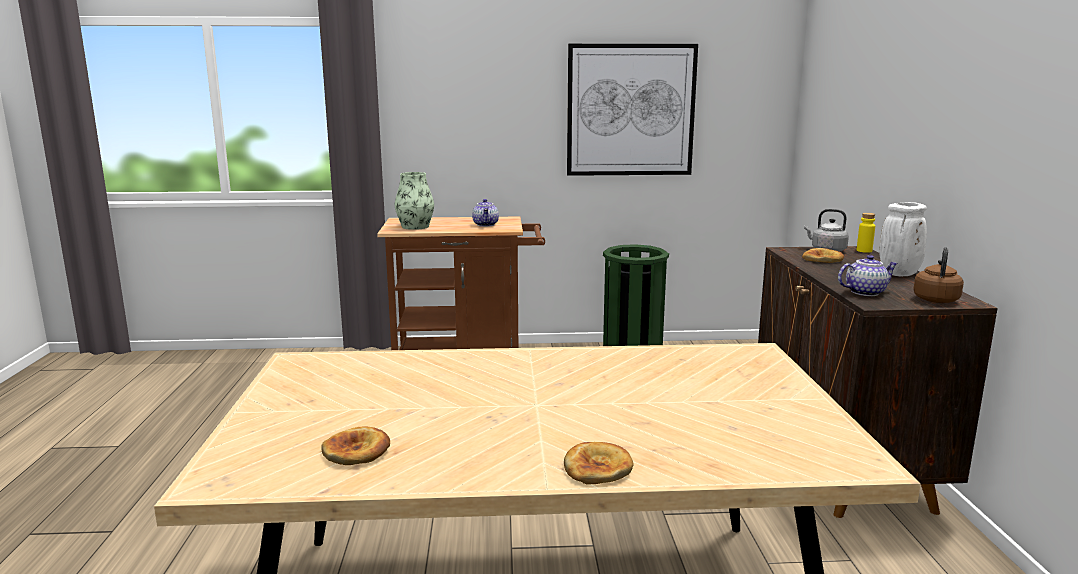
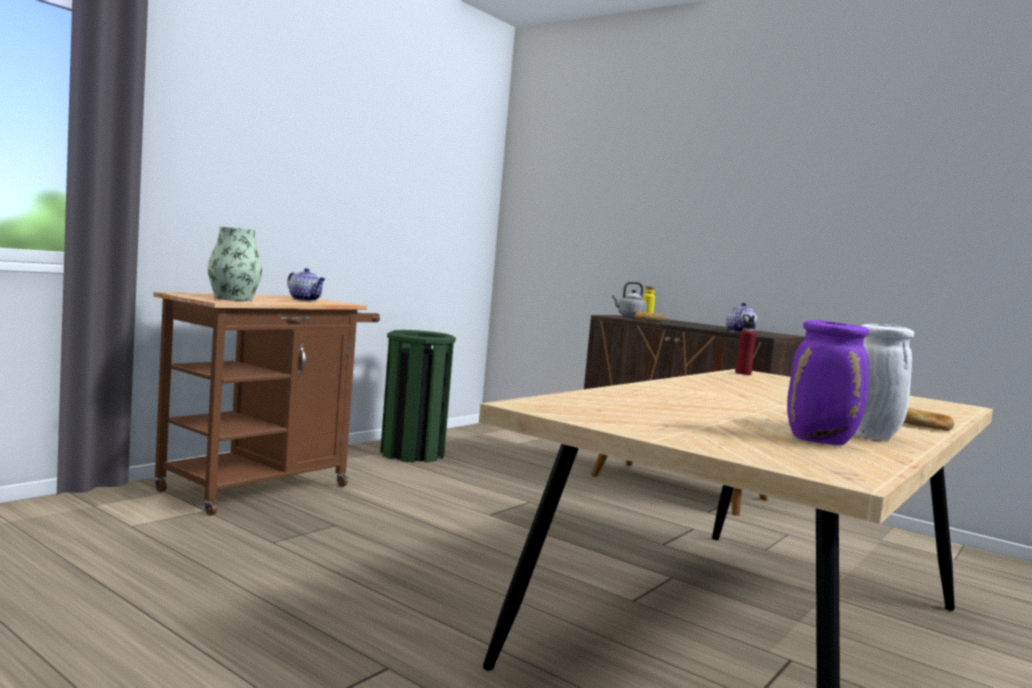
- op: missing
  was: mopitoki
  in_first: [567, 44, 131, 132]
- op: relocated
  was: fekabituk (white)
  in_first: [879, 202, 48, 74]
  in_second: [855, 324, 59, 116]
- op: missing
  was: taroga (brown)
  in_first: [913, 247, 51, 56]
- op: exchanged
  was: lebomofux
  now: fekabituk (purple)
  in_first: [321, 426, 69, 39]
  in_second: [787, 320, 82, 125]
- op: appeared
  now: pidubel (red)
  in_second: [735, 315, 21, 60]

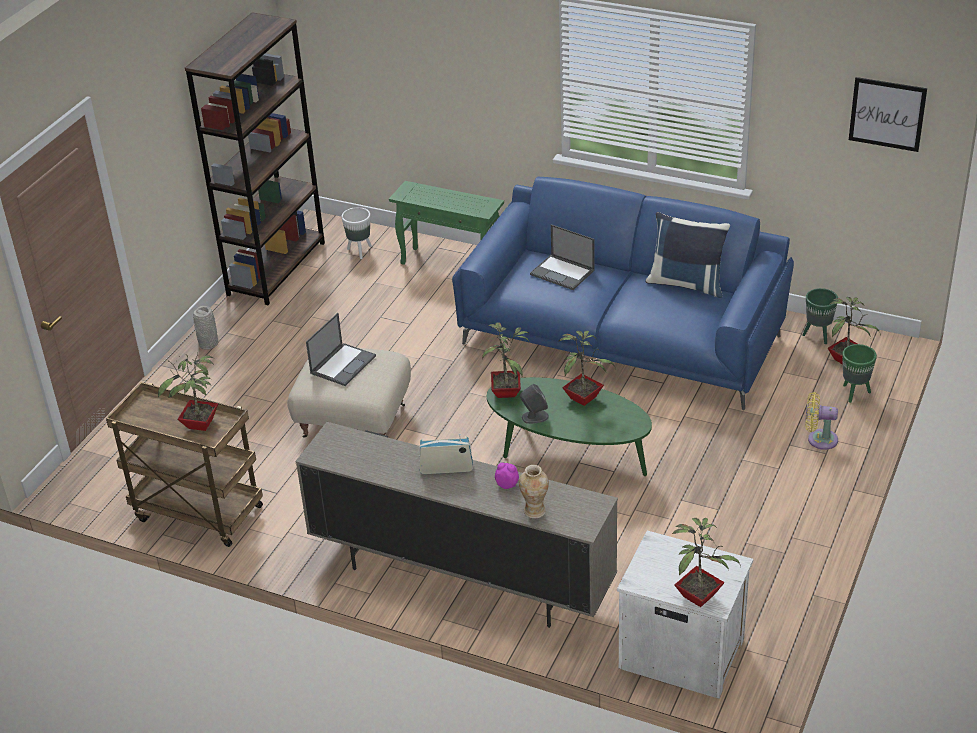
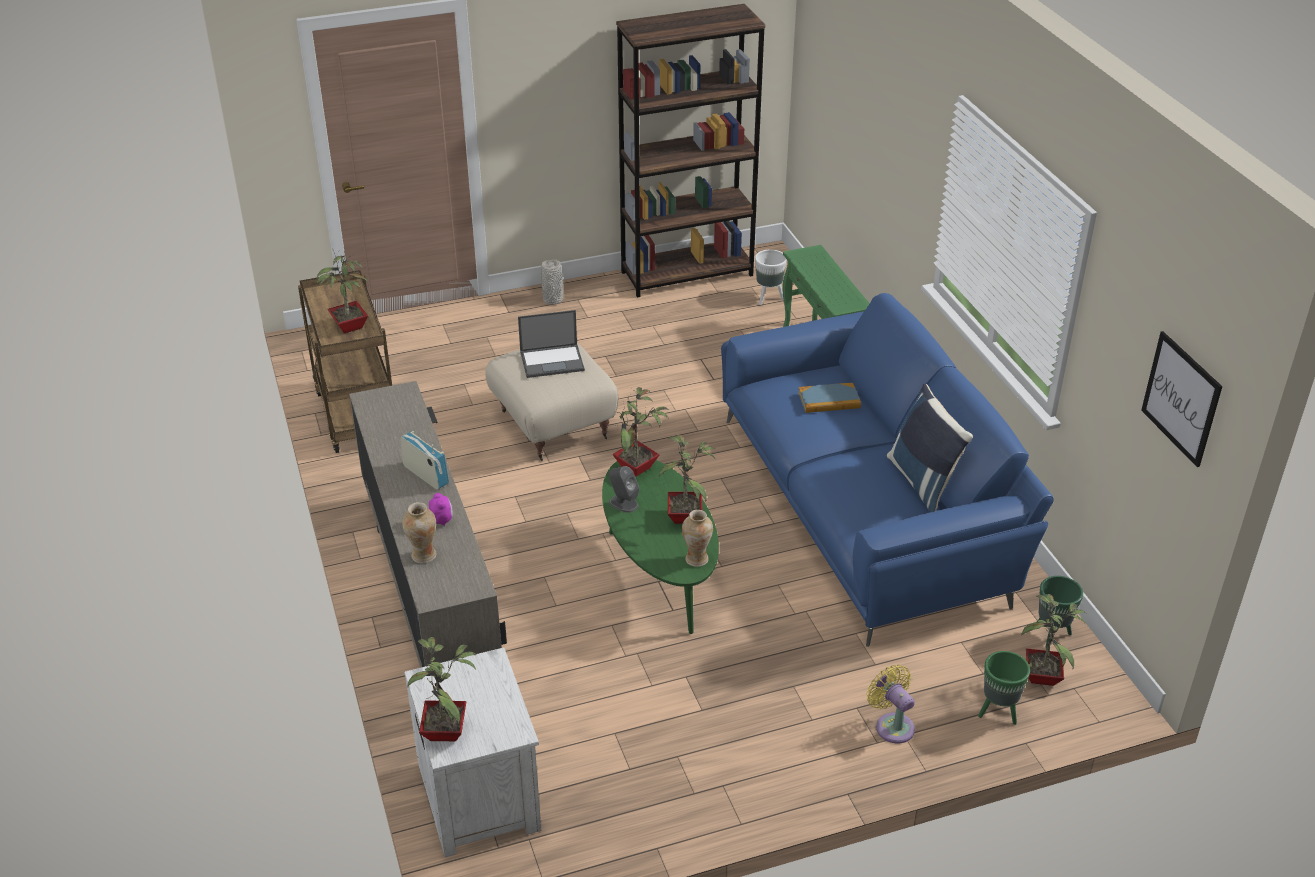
- op: exchanged
  was: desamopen
  now: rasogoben
  in_first: [530, 224, 65, 66]
  in_second: [798, 383, 63, 30]
- op: appeared
  now: fekabituk
  in_second: [682, 510, 31, 57]

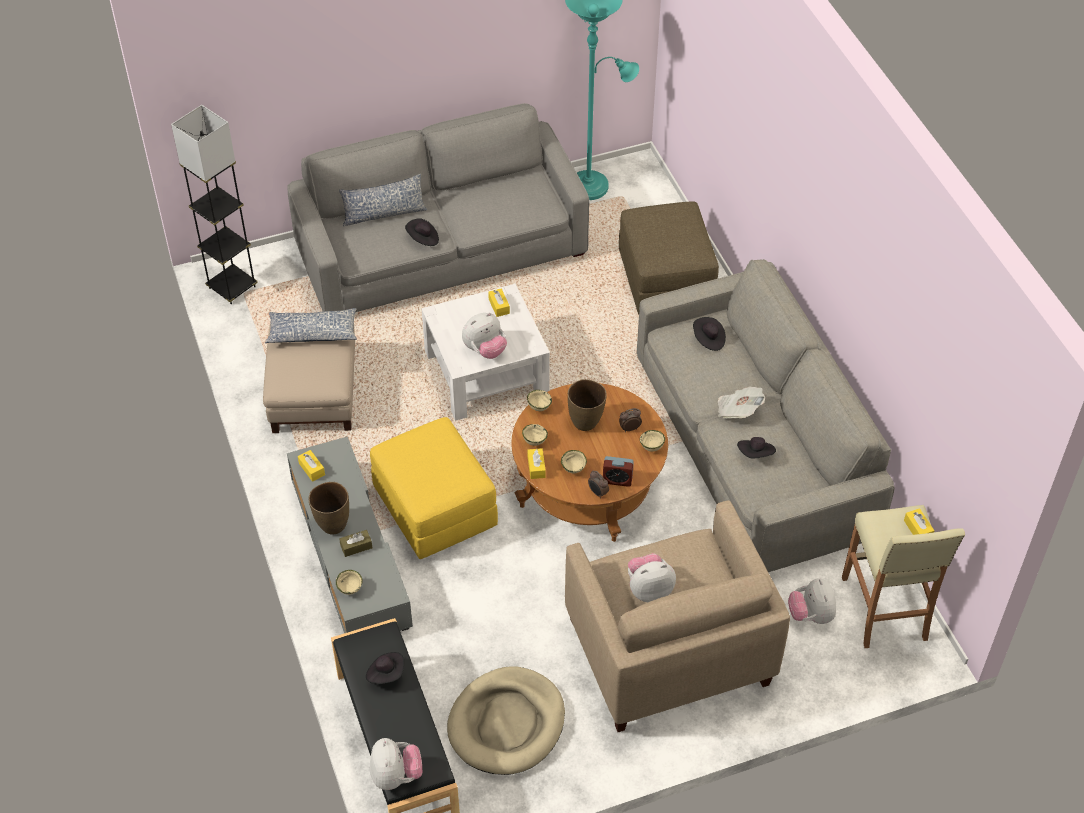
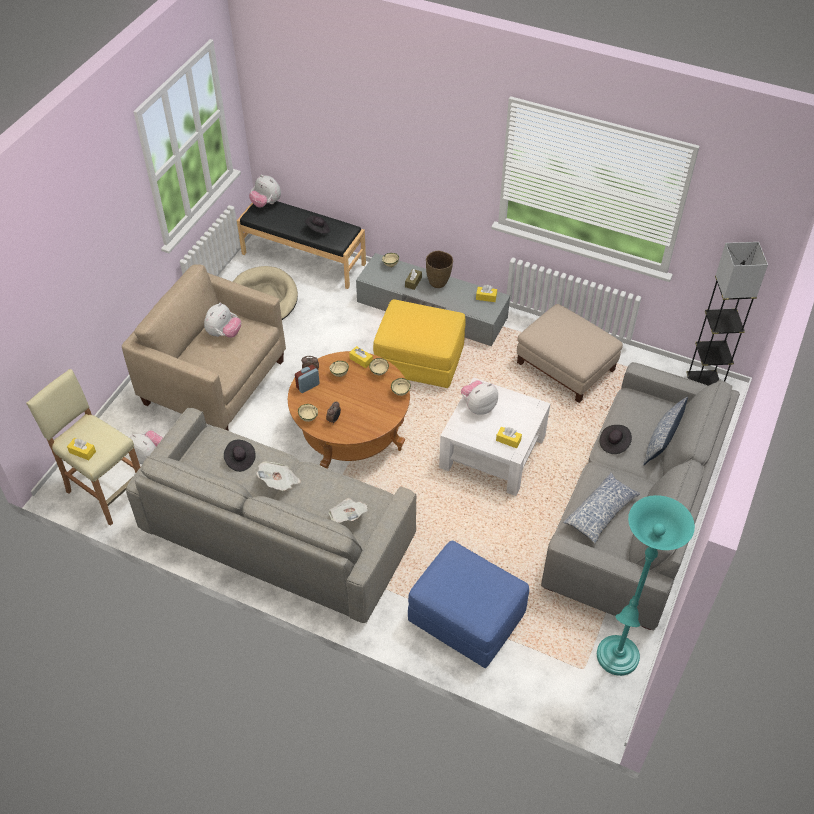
- op: colour
  was: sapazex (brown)
  now: sapazex (blue)
  in_first: [619, 201, 100, 113]
  in_second: [408, 541, 121, 127]
- op: relocated
  was: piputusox
  in_first: [265, 308, 92, 35]
  in_second: [563, 472, 77, 72]
- op: spun
  was: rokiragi
  in_first: [462, 312, 45, 47]
  in_second: [461, 380, 37, 35]
  clockwise: 45
- op: exchanged
  was: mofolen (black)
  now: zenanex
  in_first: [693, 317, 33, 34]
  in_second: [329, 498, 39, 25]
- op: missing
  was: fekabituk (brown)
  in_first: [568, 379, 39, 52]

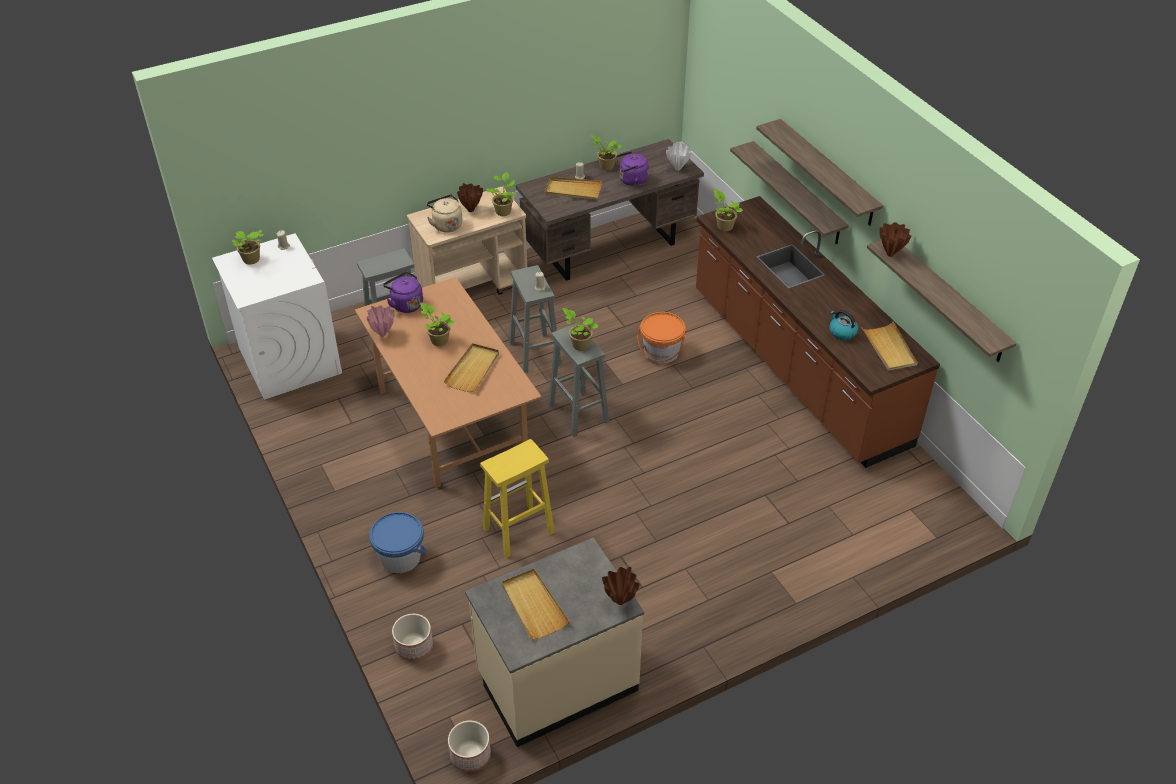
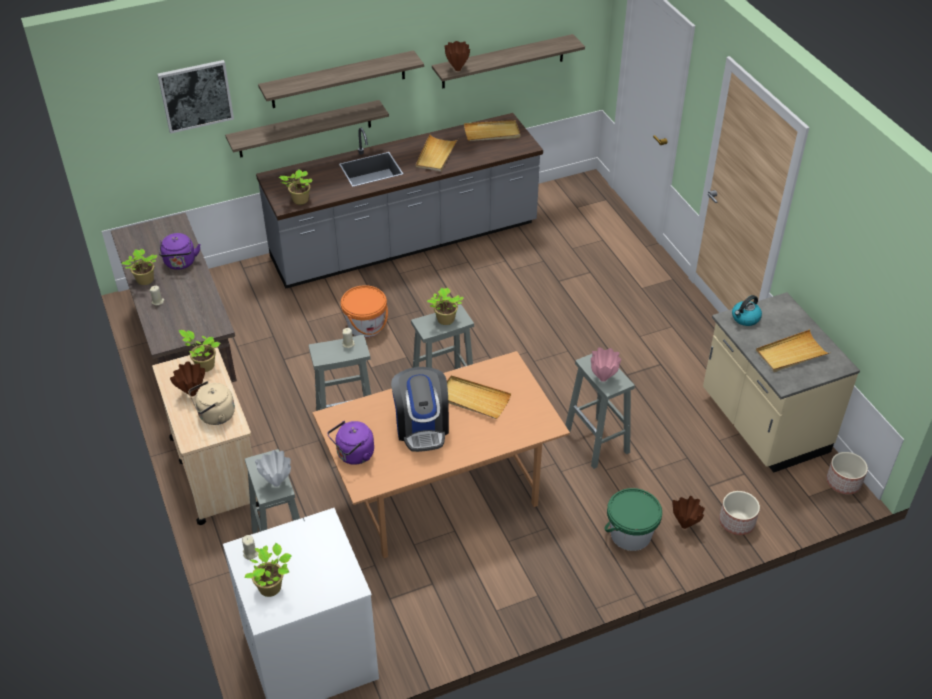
- op: relocated
  was: fekabituk (white)
  in_first: [666, 142, 26, 29]
  in_second: [255, 450, 36, 37]
- op: relocated
  was: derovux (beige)
  in_first: [545, 177, 57, 22]
  in_second: [416, 134, 42, 38]
- op: colour
  was: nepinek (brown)
  now: nepinek (grey)
  in_first: [696, 196, 244, 272]
  in_second: [256, 113, 287, 176]
- op: exchanged
  was: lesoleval
  now: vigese
  in_first: [420, 303, 35, 43]
  in_second: [391, 367, 58, 85]
- op: relocated
  was: fekabituk (pink)
  in_first: [366, 305, 29, 32]
  in_second: [591, 347, 30, 35]
- op: relocated
  was: taroga
  in_first: [829, 310, 29, 30]
  in_second: [732, 295, 30, 31]
- op: colour
  was: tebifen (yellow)
  now: tebifen (grey)
  in_first: [480, 439, 75, 119]
  in_second: [565, 354, 70, 115]
- op: colour
  was: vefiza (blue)
  now: vefiza (green)
  in_first: [369, 512, 58, 61]
  in_second: [604, 488, 58, 63]
- op: relocated
  was: fekabituk (brown)
  in_first: [602, 567, 38, 38]
  in_second: [672, 496, 33, 33]
- op: appeared
  now: mopitoki
  in_second: [157, 60, 77, 74]

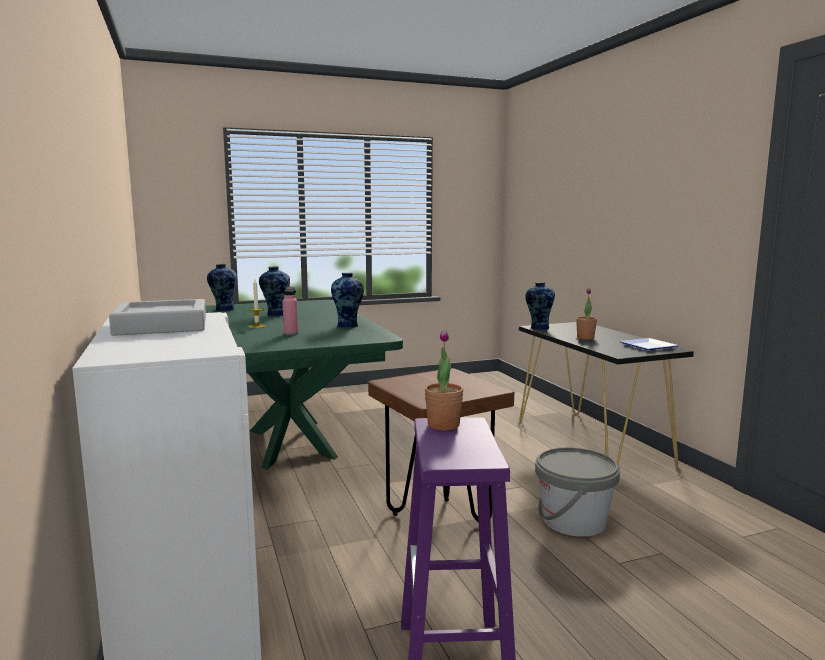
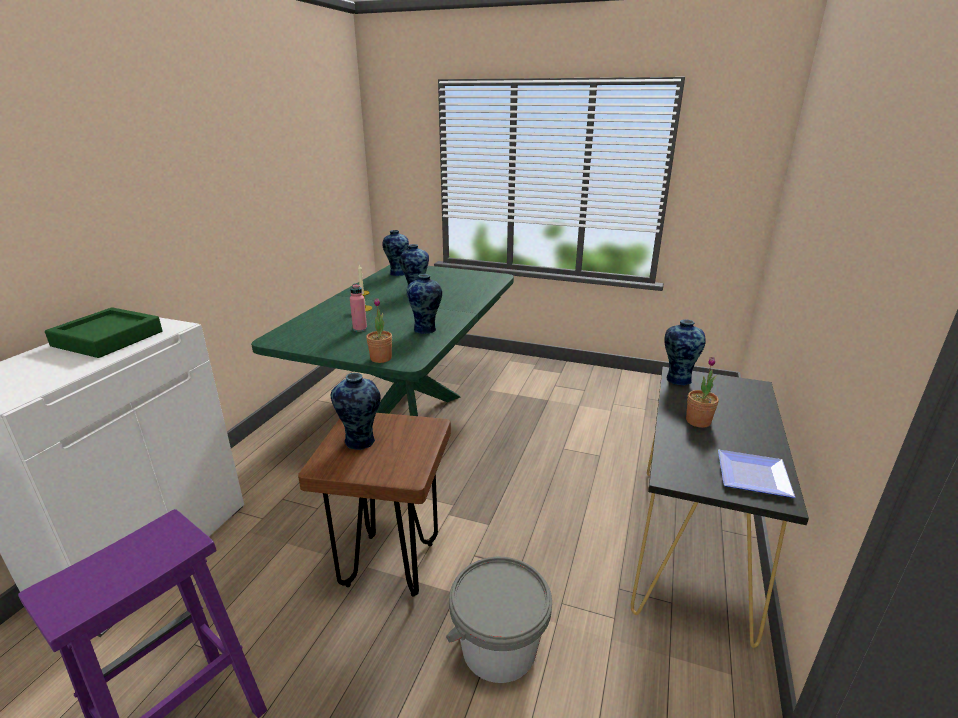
- op: colour
  was: derovux (grey)
  now: derovux (green)
  in_first: [109, 299, 97, 37]
  in_second: [45, 307, 118, 51]
- op: relocated
  was: lesoleval
  in_first: [425, 330, 39, 100]
  in_second: [366, 298, 26, 65]
- op: appeared
  now: fekabituk
  in_second: [331, 373, 50, 77]

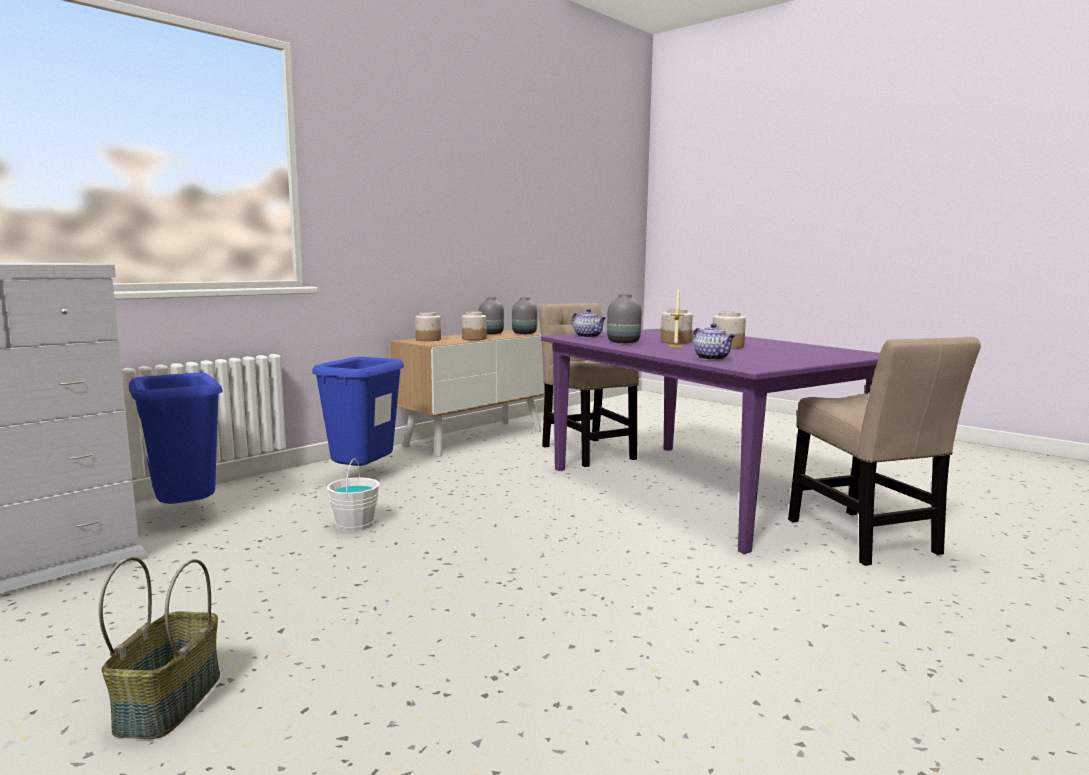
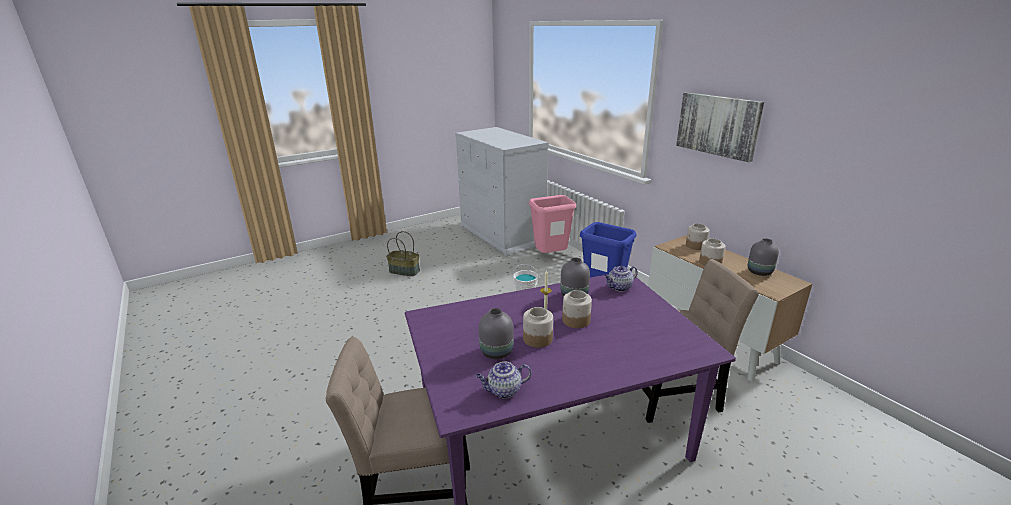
- op: relocated
  was: fekabituk (grey)
  in_first: [512, 297, 26, 37]
  in_second: [479, 308, 34, 51]
- op: relocated
  was: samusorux
  in_first: [692, 323, 43, 37]
  in_second: [476, 362, 55, 36]
- op: colour
  was: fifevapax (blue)
  now: fifevapax (pink)
  in_first: [129, 373, 94, 131]
  in_second: [529, 195, 47, 58]
- op: appeared
  now: mopitoki
  in_second: [676, 92, 88, 70]

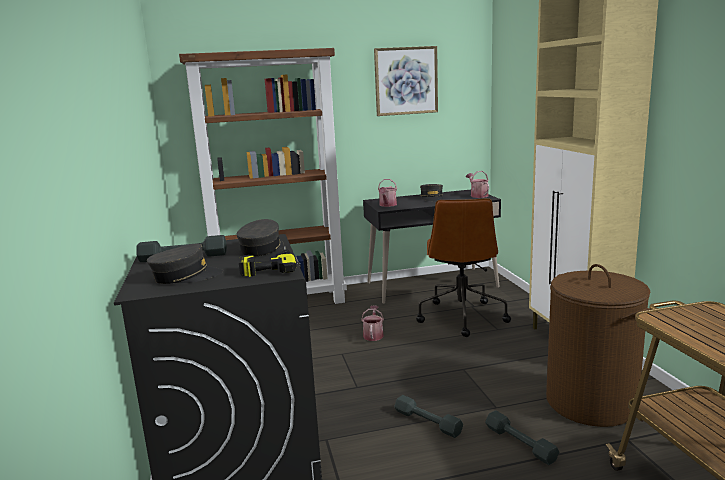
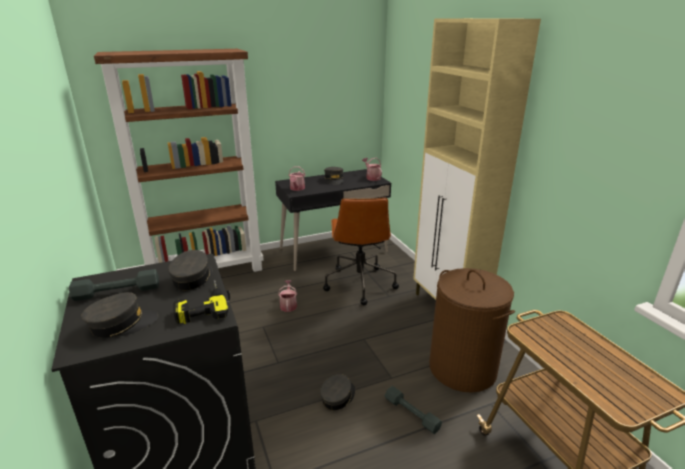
- op: missing
  was: mopitoki
  in_first: [374, 46, 64, 70]
- op: exchanged
  was: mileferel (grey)
  now: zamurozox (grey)
  in_first: [394, 395, 69, 43]
  in_second: [320, 374, 35, 36]

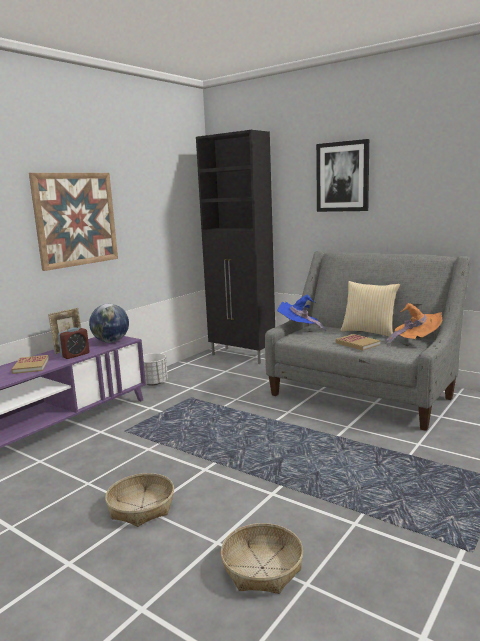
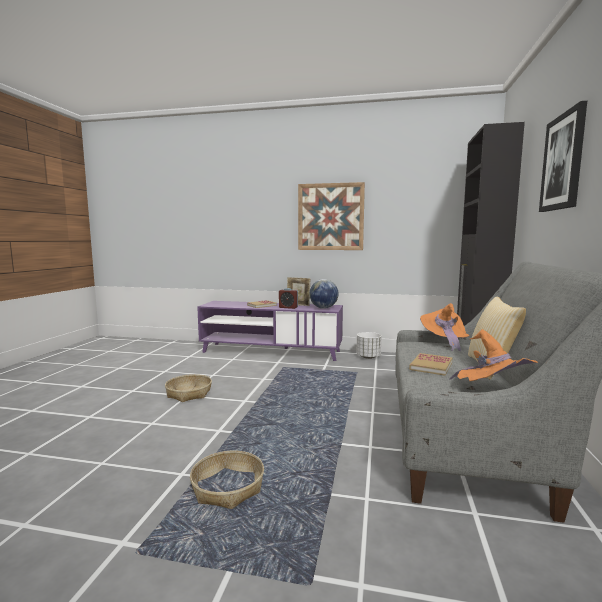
- op: colour
  was: mofolen (blue)
  now: mofolen (orange)
  in_first: [277, 294, 50, 38]
  in_second: [420, 303, 50, 48]
- op: relocated
  was: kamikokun
  in_first: [221, 523, 82, 71]
  in_second: [190, 450, 74, 59]

